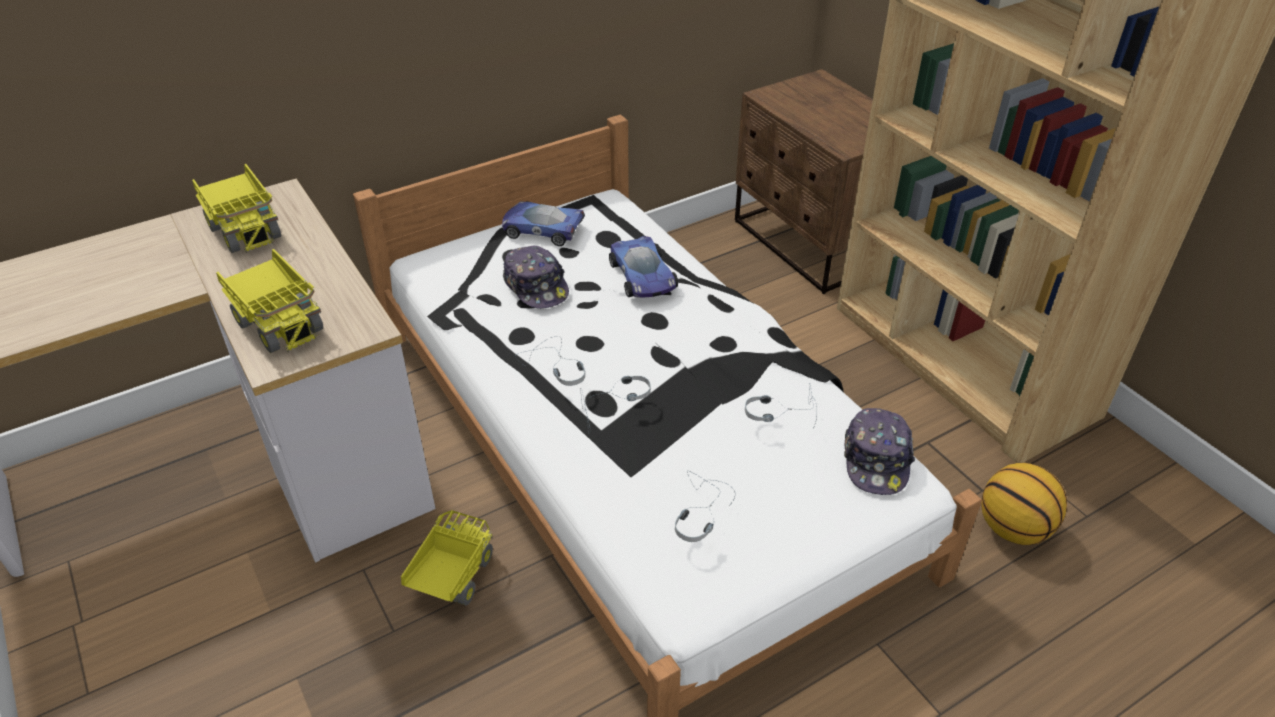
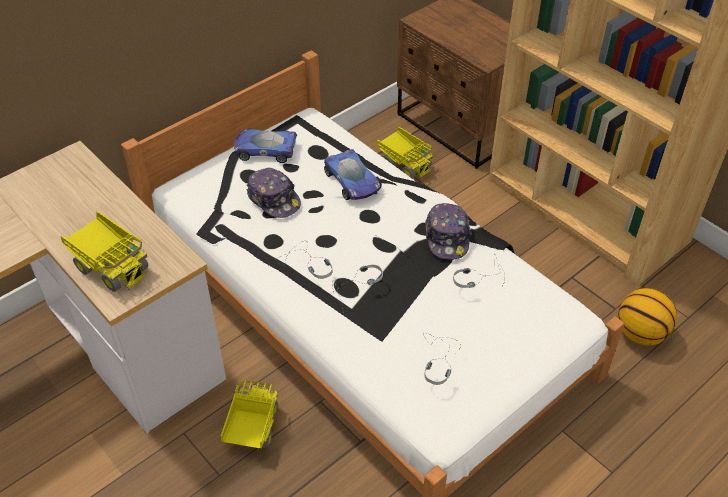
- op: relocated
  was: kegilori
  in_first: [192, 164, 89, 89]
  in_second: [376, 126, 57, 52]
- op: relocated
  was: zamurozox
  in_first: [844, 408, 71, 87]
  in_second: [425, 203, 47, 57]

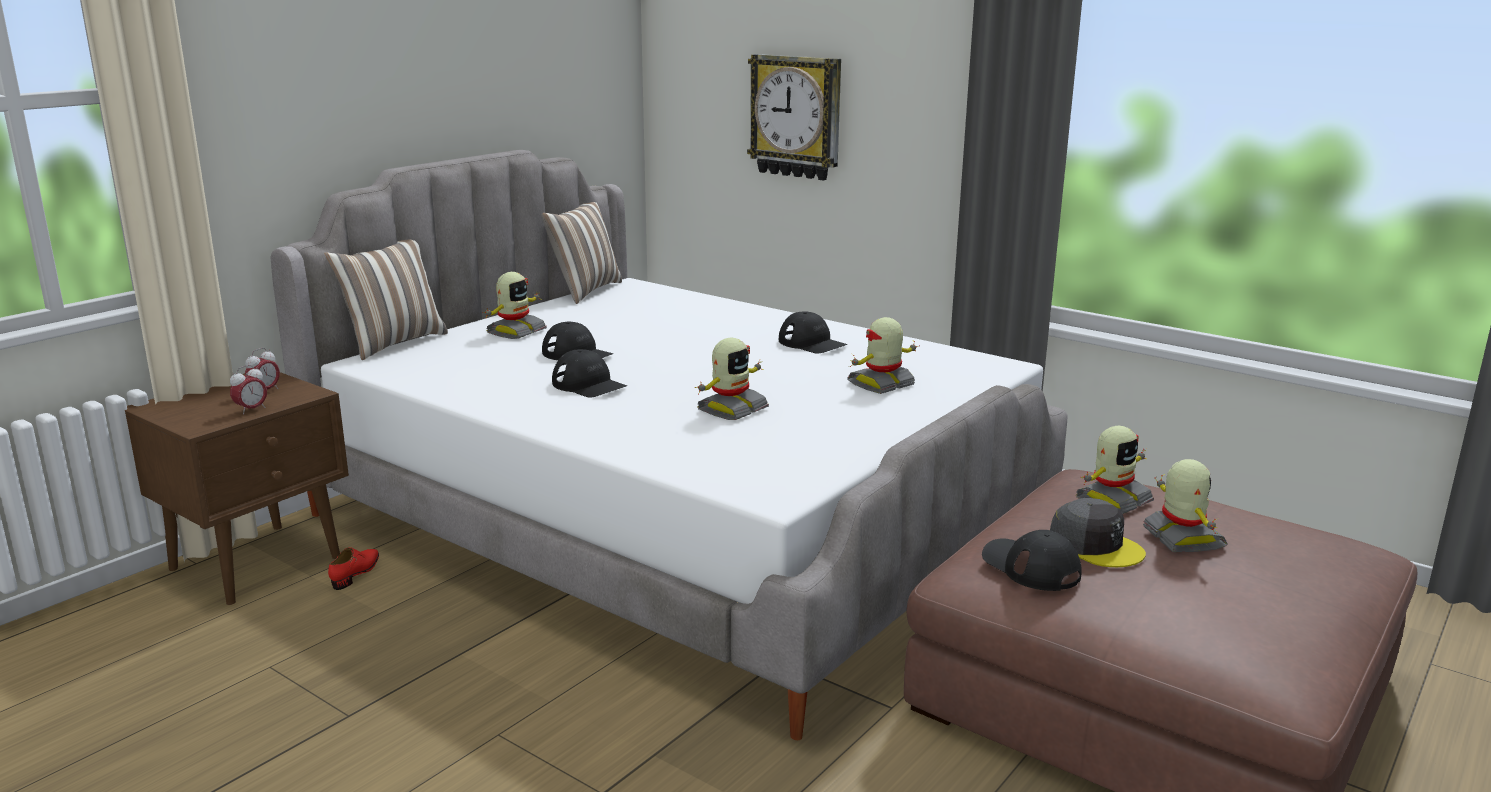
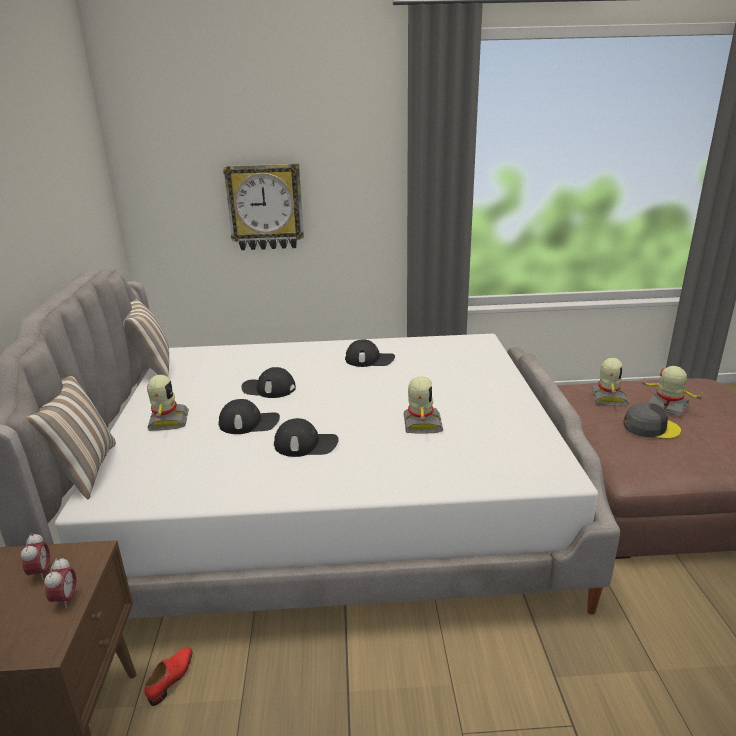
- op: missing
  was: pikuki
  in_first: [847, 317, 73, 77]
- op: relocated
  was: zamurozox (black)
  in_first: [982, 530, 100, 61]
  in_second: [241, 367, 55, 31]
- op: spun
  was: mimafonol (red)
  in_first: [328, 547, 51, 43]
  in_second: [144, 648, 48, 58]
  clockwise: 45

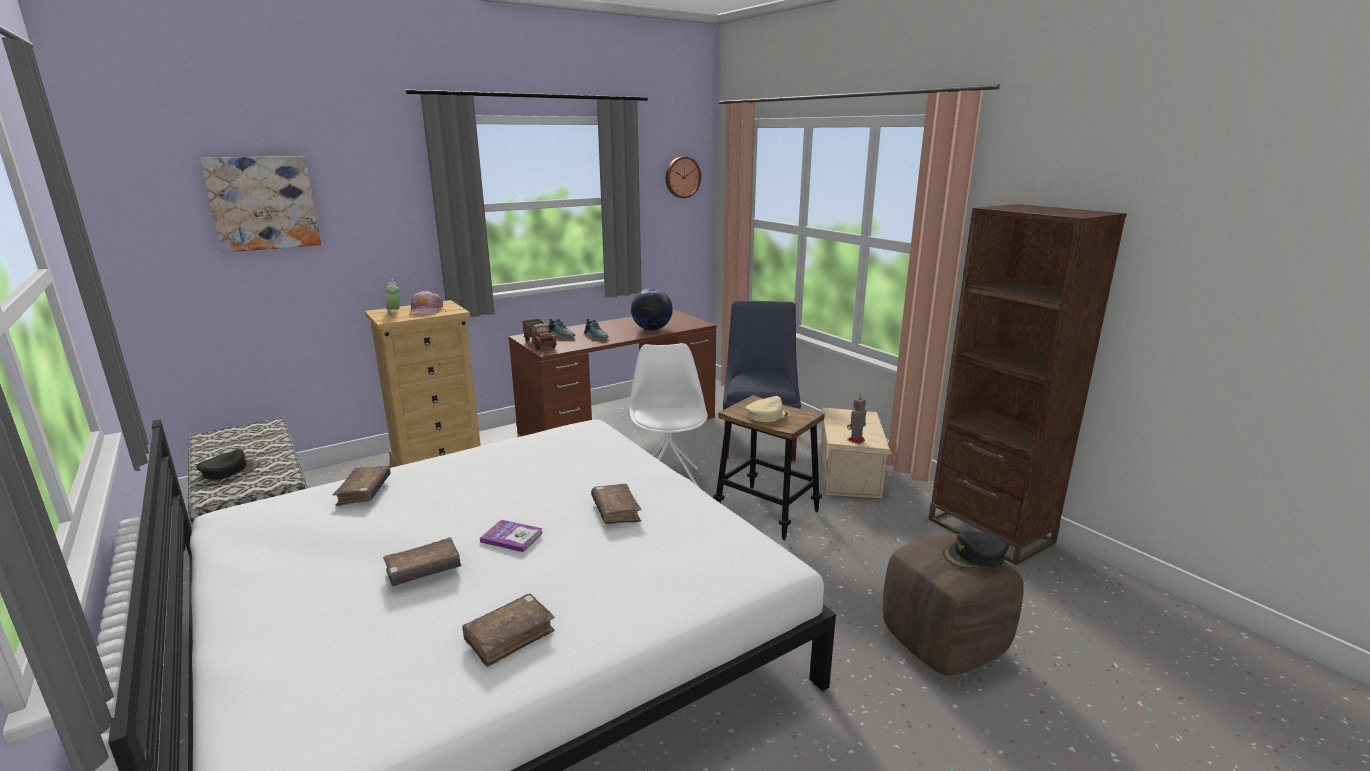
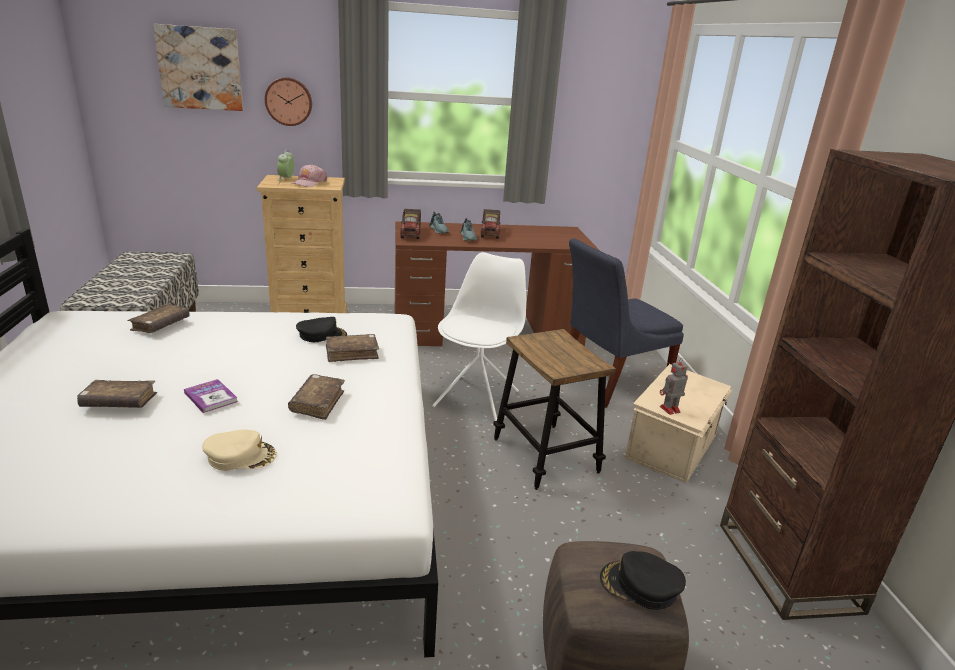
- op: relocated
  was: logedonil
  in_first: [666, 157, 35, 41]
  in_second: [265, 78, 47, 48]
- op: missing
  was: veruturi
  in_first: [631, 288, 42, 42]
- op: spun
  was: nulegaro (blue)
  in_first: [723, 301, 78, 160]
  in_second: [569, 238, 115, 170]
  clockwise: -150
- op: relocated
  was: zamurozox (beige)
  in_first: [746, 396, 44, 26]
  in_second: [202, 430, 75, 41]
- op: relocated
  was: zamurozox (black)
  in_first: [196, 449, 64, 31]
  in_second: [296, 317, 51, 25]
- op: relocated
  was: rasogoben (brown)
  in_first: [462, 594, 93, 73]
  in_second: [326, 334, 53, 28]
- op: appeared
  now: kegilori
  in_second: [481, 209, 19, 30]

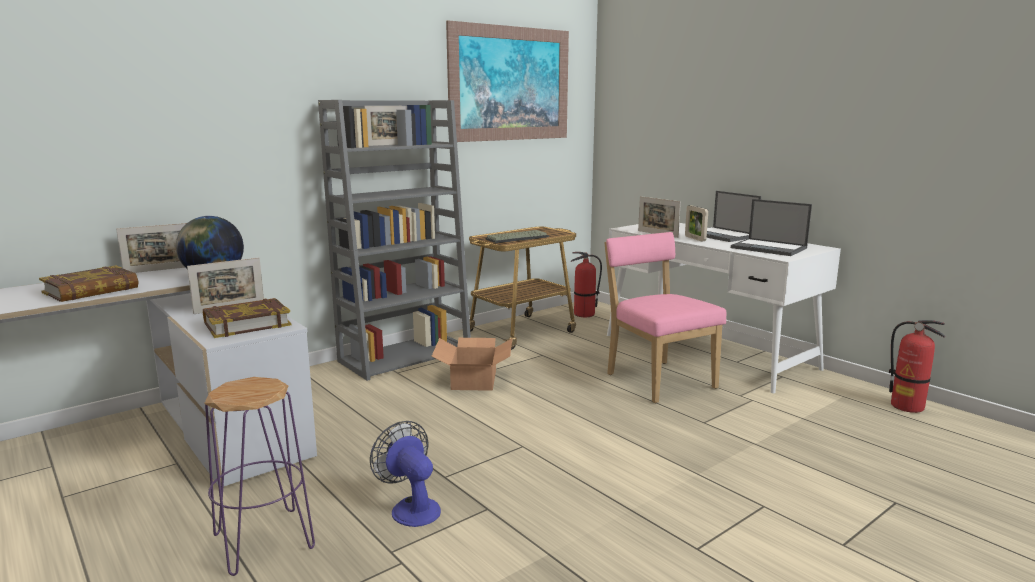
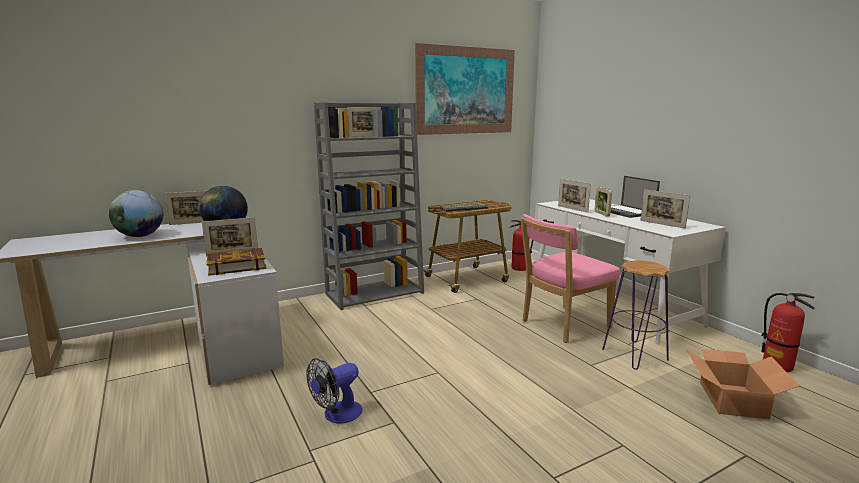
- op: exchanged
  was: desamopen
  now: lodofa
  in_first: [731, 199, 81, 57]
  in_second: [640, 189, 50, 40]
- op: spun
  was: nulegaro (pink)
  in_first: [604, 232, 122, 171]
  in_second: [520, 214, 100, 129]
  clockwise: -105
- op: exchanged
  was: rasogoben
  now: veruturi
  in_first: [39, 265, 99, 37]
  in_second: [109, 190, 54, 47]
- op: relocated
  was: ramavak
  in_first: [432, 338, 80, 53]
  in_second: [686, 349, 113, 70]
- op: relocated
  was: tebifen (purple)
  in_first: [204, 377, 111, 199]
  in_second: [602, 260, 68, 110]
- op: spun
  was: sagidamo
  in_first: [370, 421, 71, 106]
  in_second: [307, 358, 56, 65]
  clockwise: -105

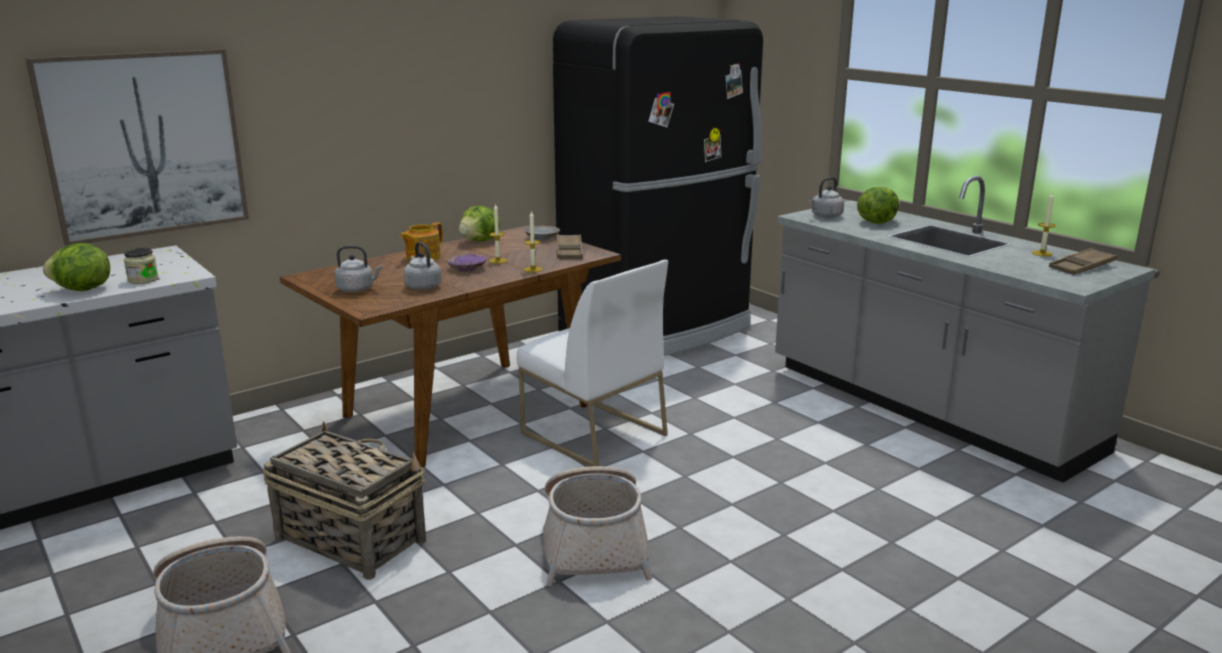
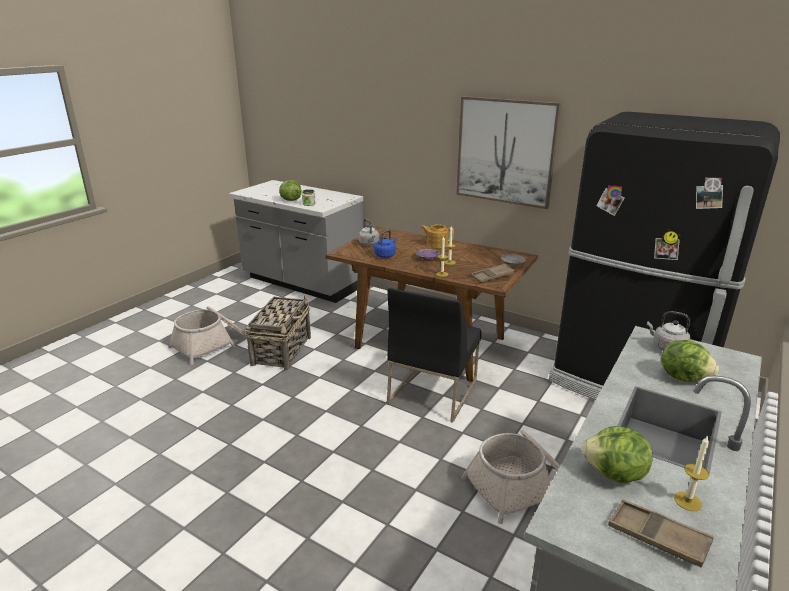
- op: relocated
  was: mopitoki
  in_first: [26, 49, 223, 197]
  in_second: [456, 96, 105, 113]
- op: relocated
  was: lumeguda
  in_first: [459, 206, 41, 35]
  in_second: [581, 426, 72, 57]
- op: colour
  was: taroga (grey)
  now: taroga (blue)
  in_first: [403, 242, 38, 48]
  in_second: [374, 230, 23, 28]
- op: colour
  was: nulegaro (white)
  now: nulegaro (black)
  in_first: [517, 260, 151, 207]
  in_second: [387, 288, 95, 135]
- op: relocated
  was: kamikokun
  in_first: [543, 466, 110, 120]
  in_second: [461, 430, 99, 94]

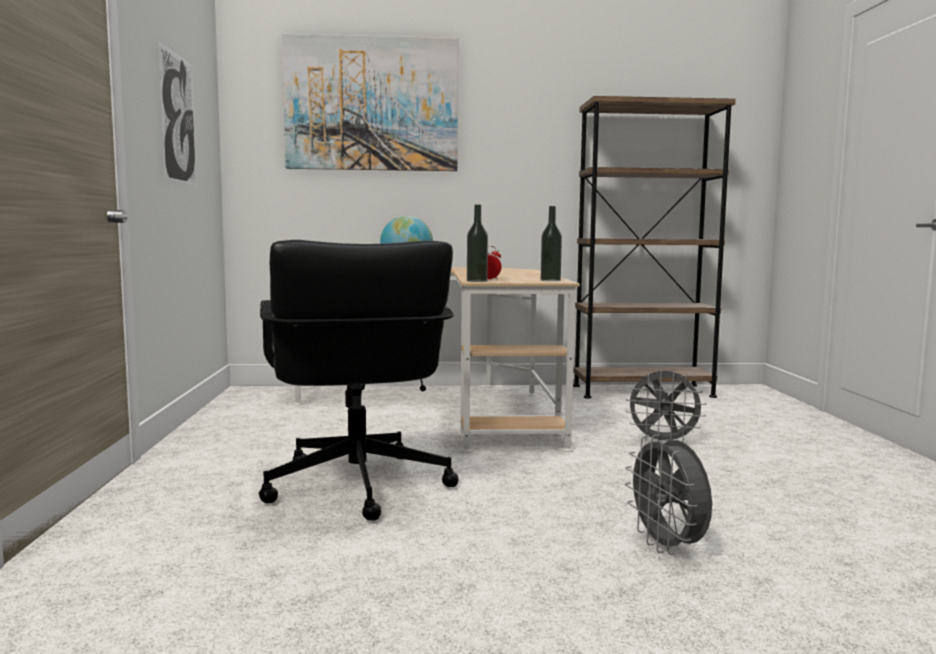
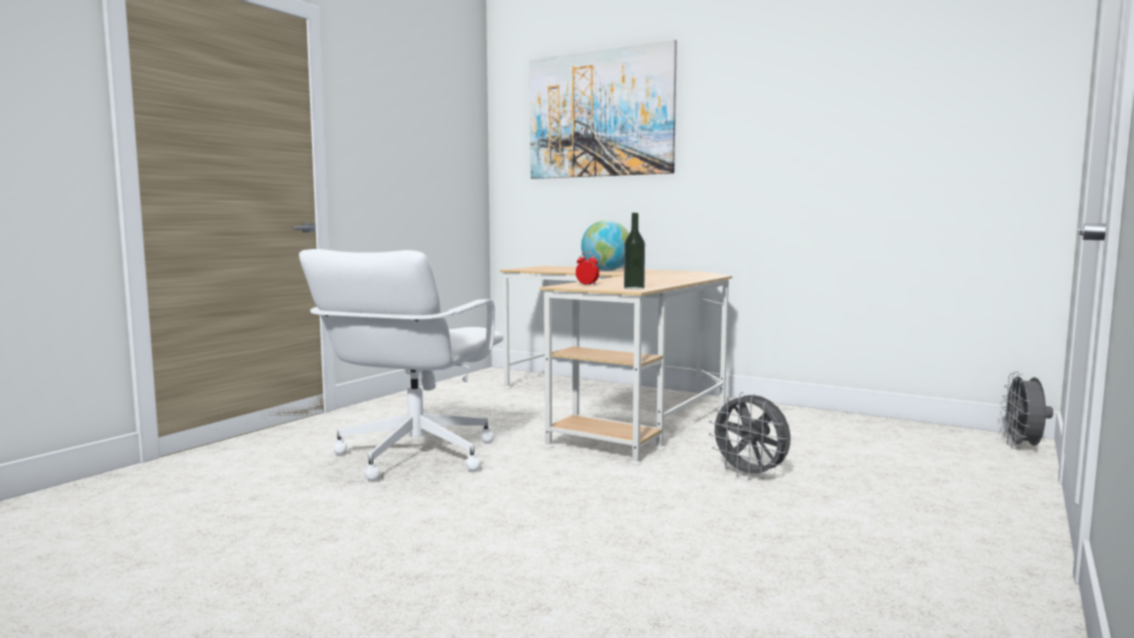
- op: missing
  was: mopitoki
  in_first: [158, 41, 39, 145]
- op: missing
  was: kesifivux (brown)
  in_first: [573, 96, 163, 303]
- op: missing
  was: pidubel
  in_first: [467, 204, 21, 78]
- op: colour
  was: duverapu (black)
  now: duverapu (white)
  in_first: [259, 240, 200, 280]
  in_second: [299, 249, 205, 232]
- op: relocated
  was: sagidamo (grey)
  in_first: [625, 434, 87, 121]
  in_second: [1001, 371, 52, 78]

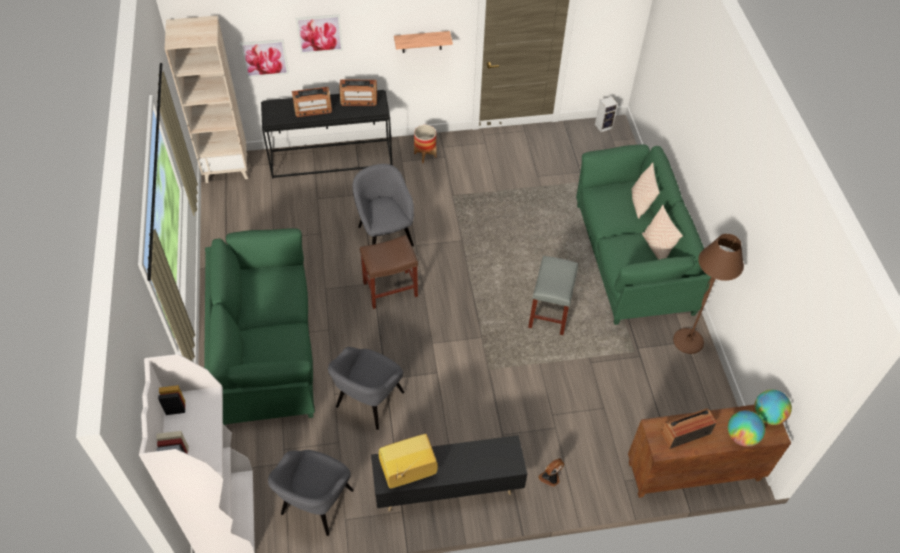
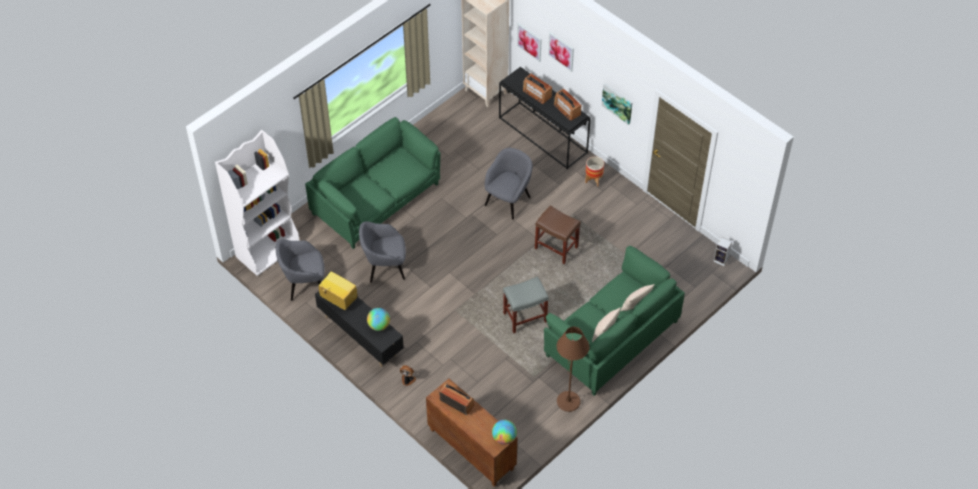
- op: exchanged
  was: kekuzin
  now: mopitoki
  in_first: [394, 31, 59, 22]
  in_second: [601, 83, 31, 42]
- op: relocated
  was: tebifen (brown)
  in_first: [360, 235, 58, 74]
  in_second: [535, 206, 46, 58]
- op: relocated
  was: veruturi
  in_first: [728, 410, 37, 37]
  in_second: [367, 308, 23, 23]

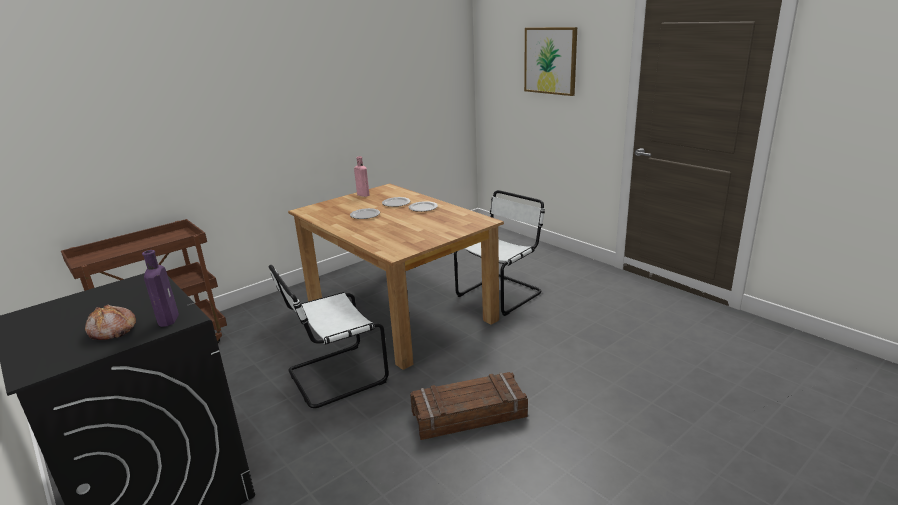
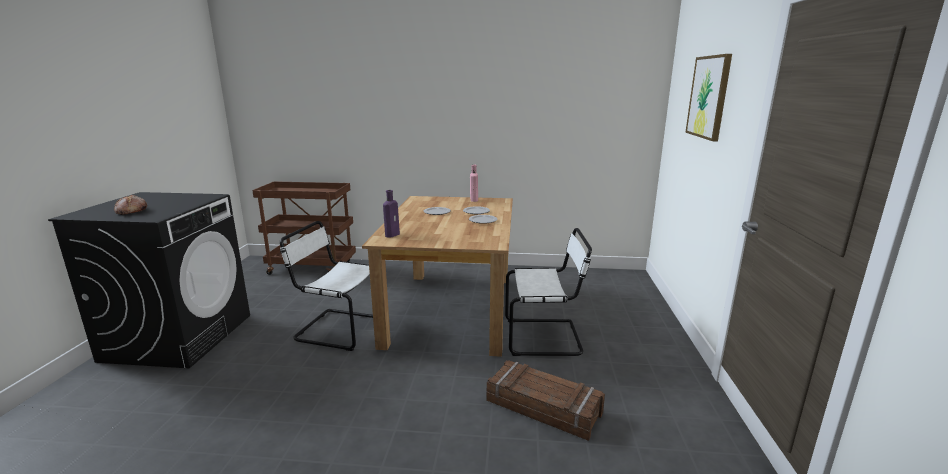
- op: relocated
  was: pidubel (purple)
  in_first: [142, 250, 37, 77]
  in_second: [383, 190, 17, 48]
- op: relocated
  was: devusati
  in_first: [410, 372, 118, 68]
  in_second: [486, 360, 119, 81]

